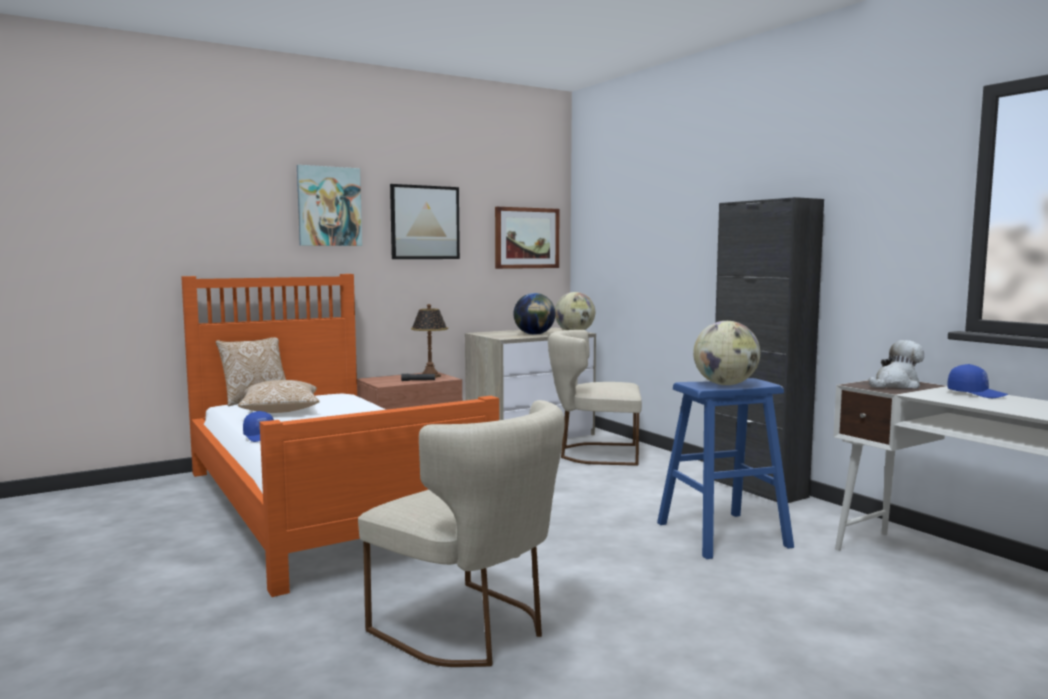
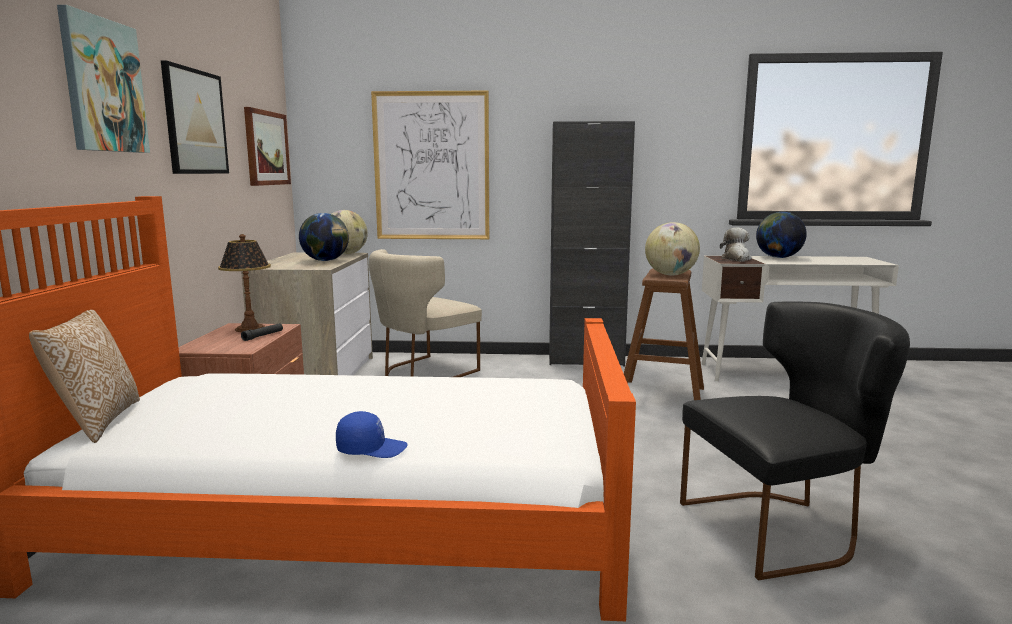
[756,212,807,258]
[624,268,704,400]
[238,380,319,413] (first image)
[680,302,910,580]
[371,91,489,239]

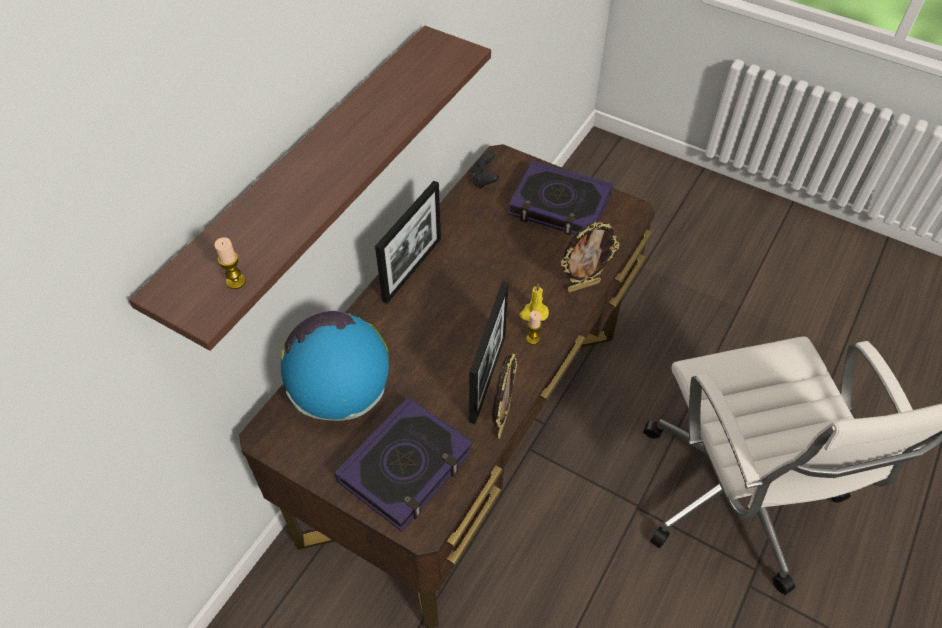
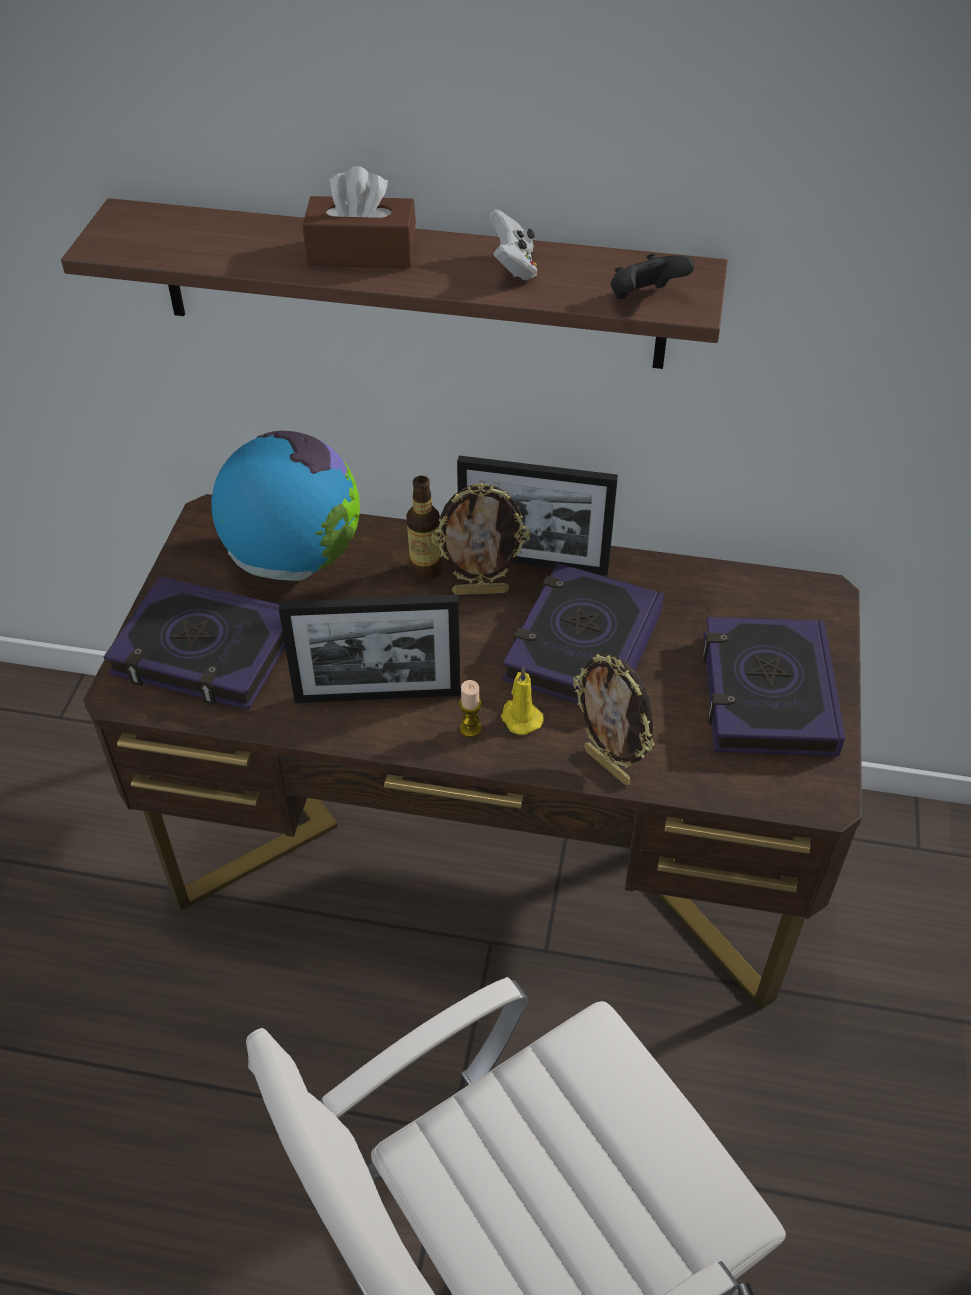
[610,253,694,299]
[215,237,246,289] (first image)
[431,482,530,595]
[303,166,416,268]
[489,209,537,280]
[406,476,442,581]
[502,563,664,703]

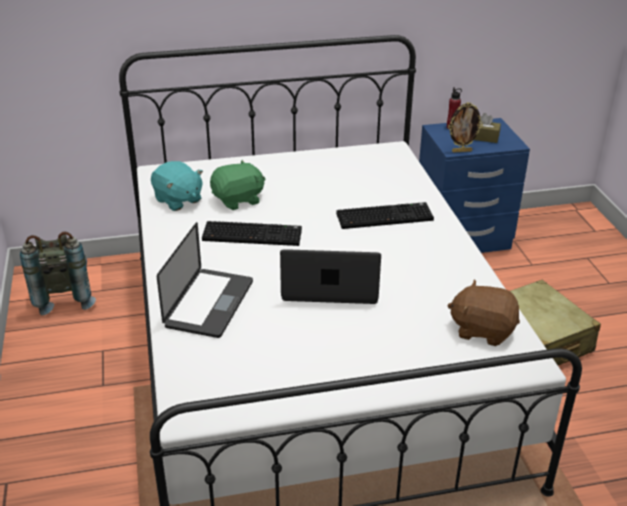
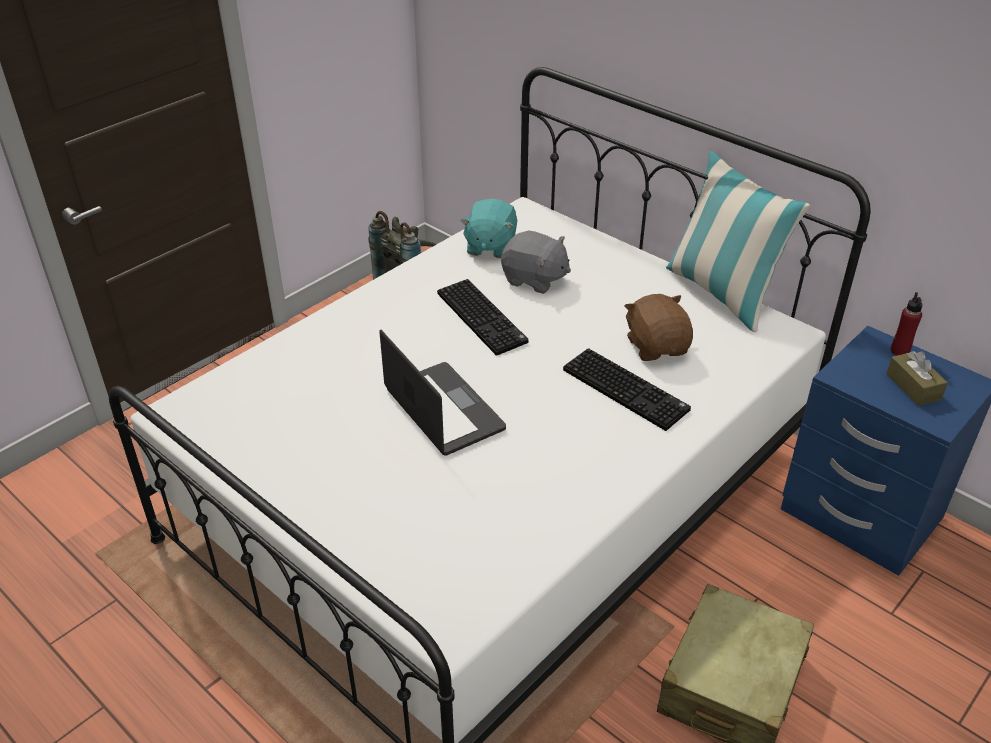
[448,102,483,153] (first image)
[501,230,571,294]
[157,222,253,338] (first image)
[625,294,693,361]
[666,151,810,332]

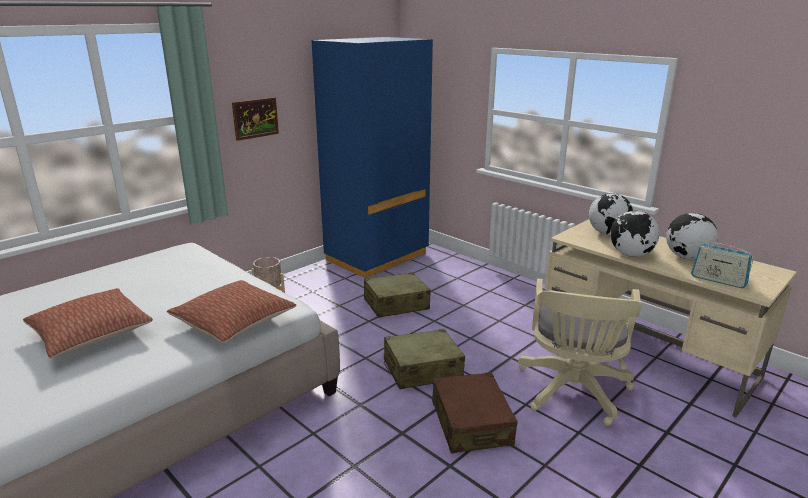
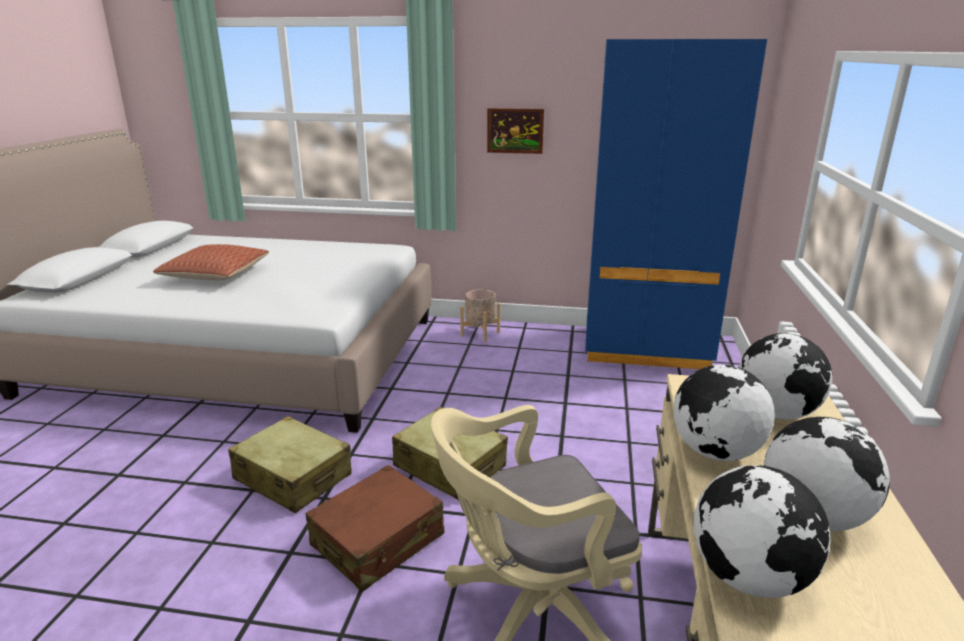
[694,465,831,598]
[228,416,352,513]
[167,280,297,343] (first image)

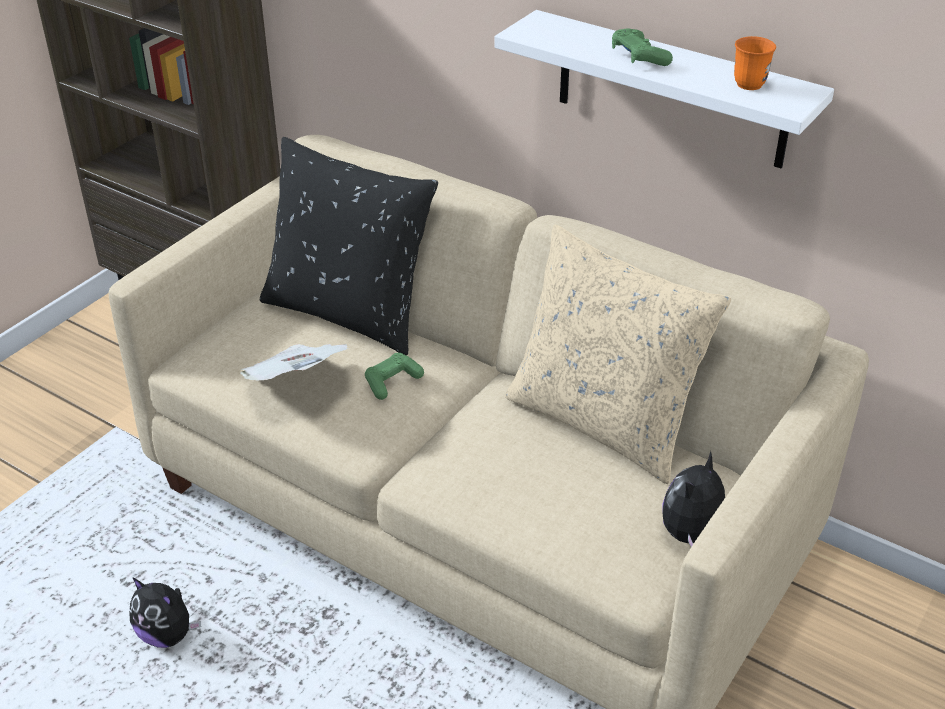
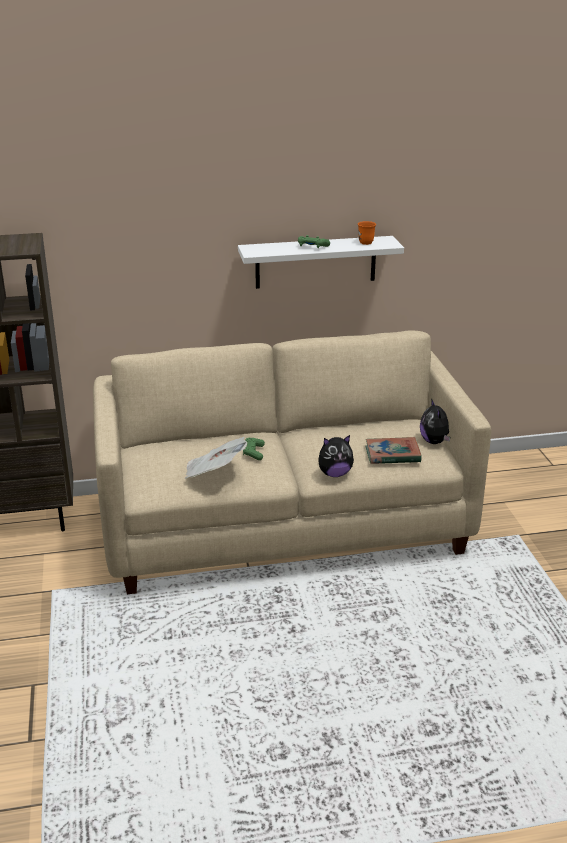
[260,137,438,355] (first image)
[505,225,731,484] (first image)
[318,435,354,477]
[366,437,421,464]

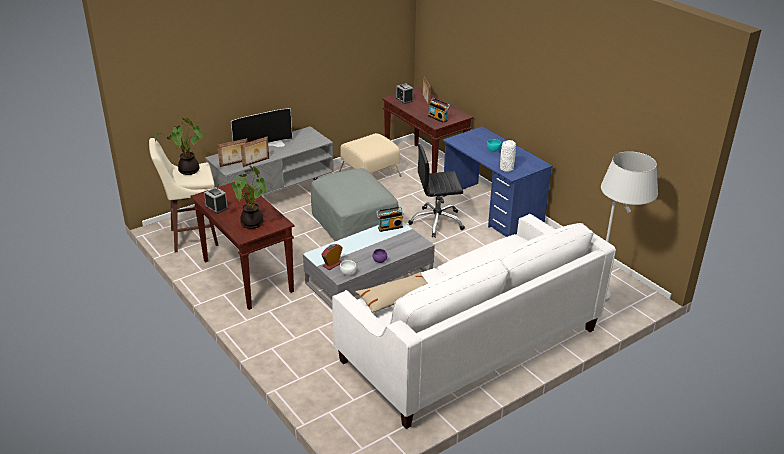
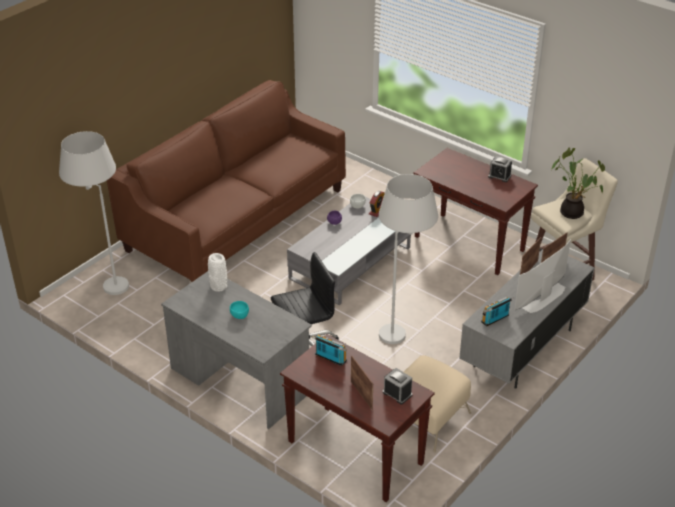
[161,271,312,429]
[217,166,267,229] (first image)
[379,174,438,344]
[481,297,514,327]
[107,80,346,282]
[355,272,428,313] (first image)

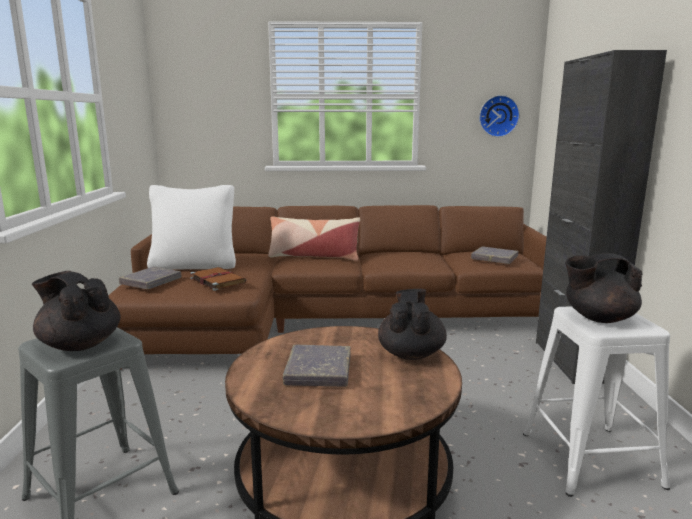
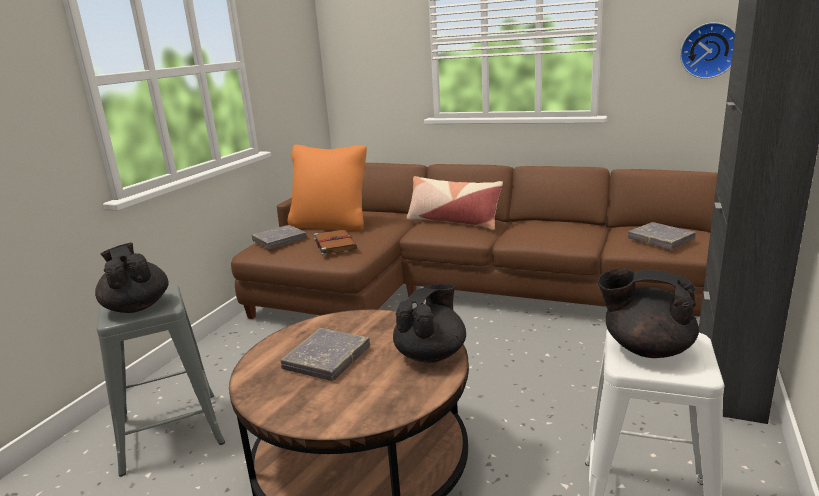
[288,144,367,231]

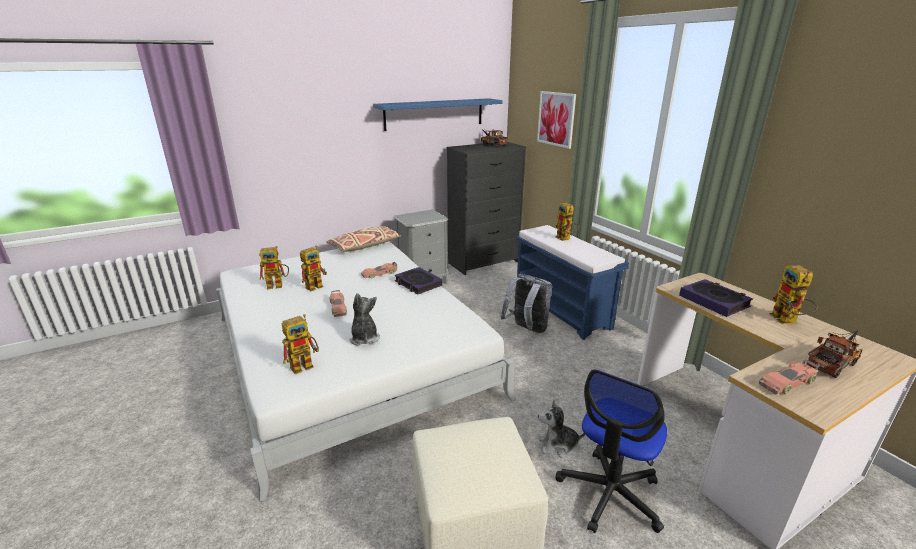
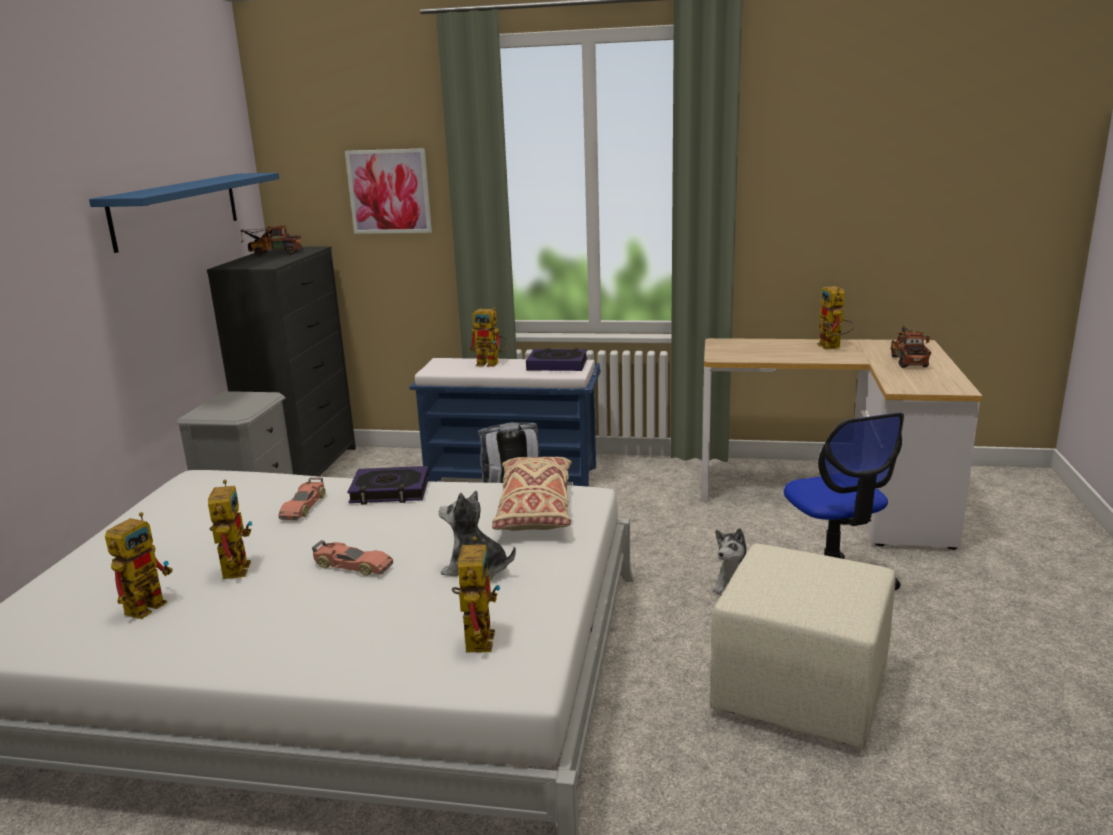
[492,457,572,531]
[817,286,855,350]
[526,348,587,371]
[759,360,819,394] (first image)

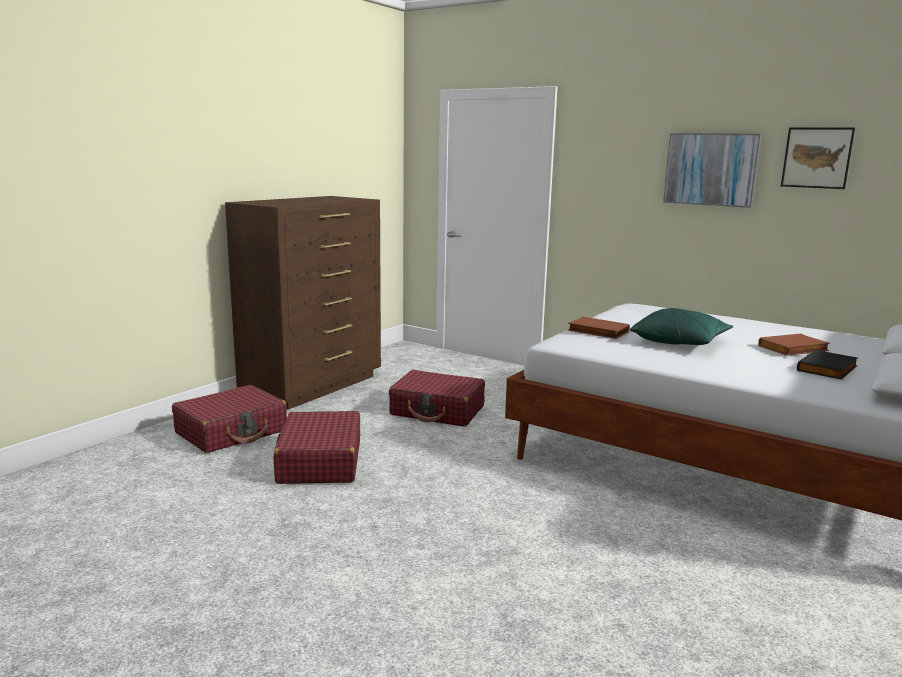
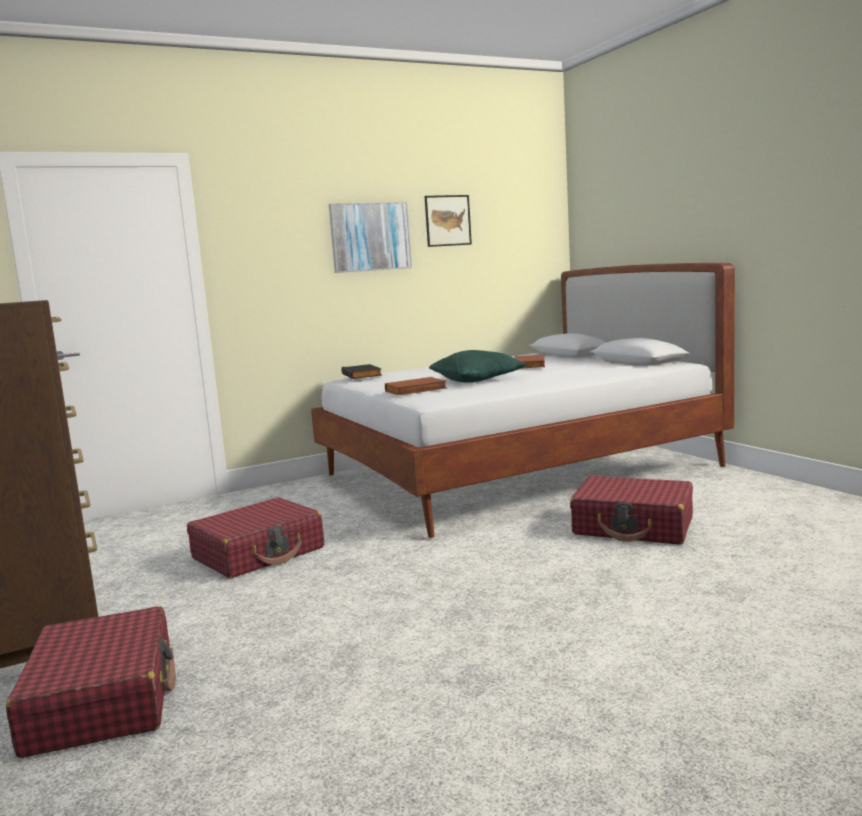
[341,364,382,379]
[570,475,693,545]

